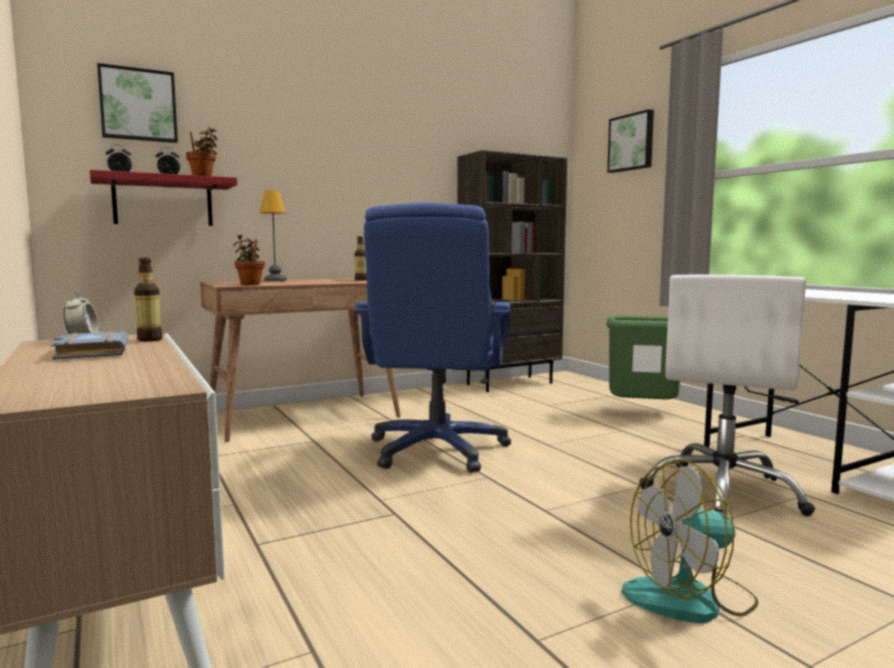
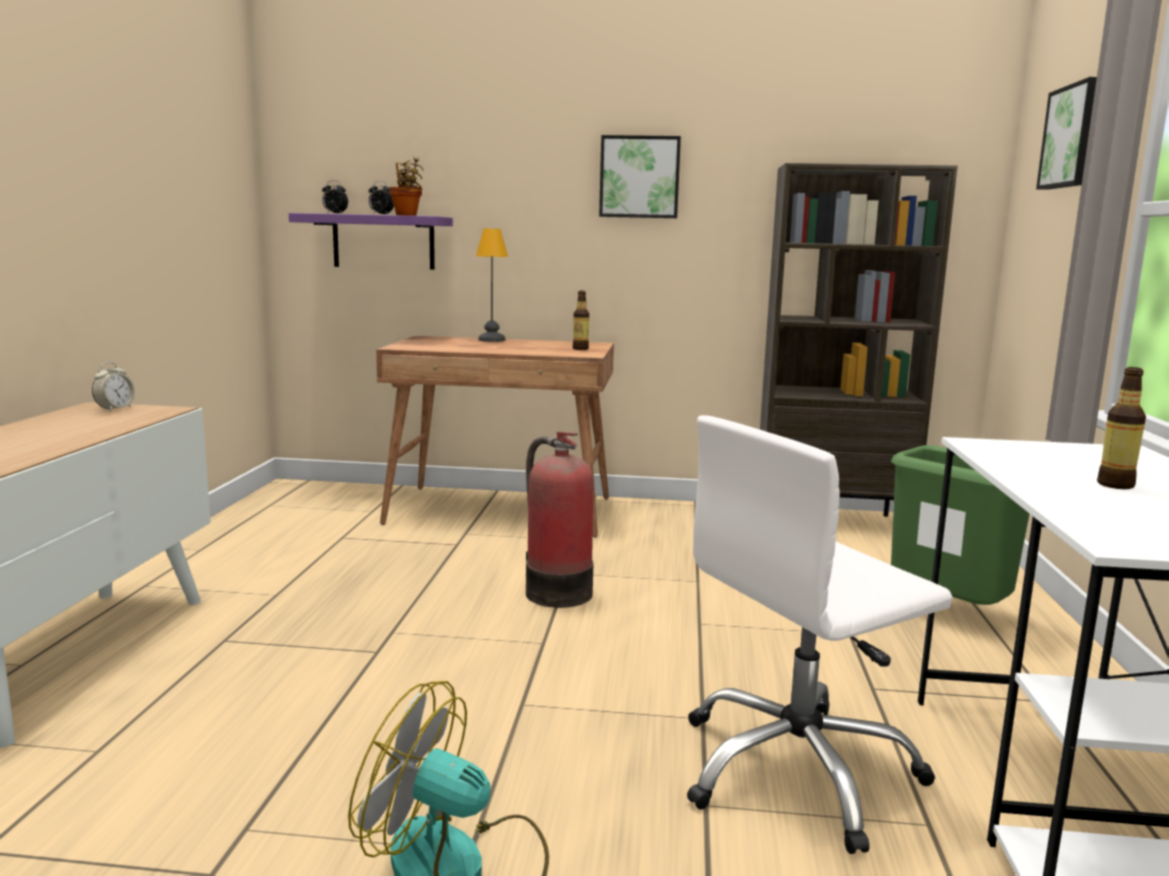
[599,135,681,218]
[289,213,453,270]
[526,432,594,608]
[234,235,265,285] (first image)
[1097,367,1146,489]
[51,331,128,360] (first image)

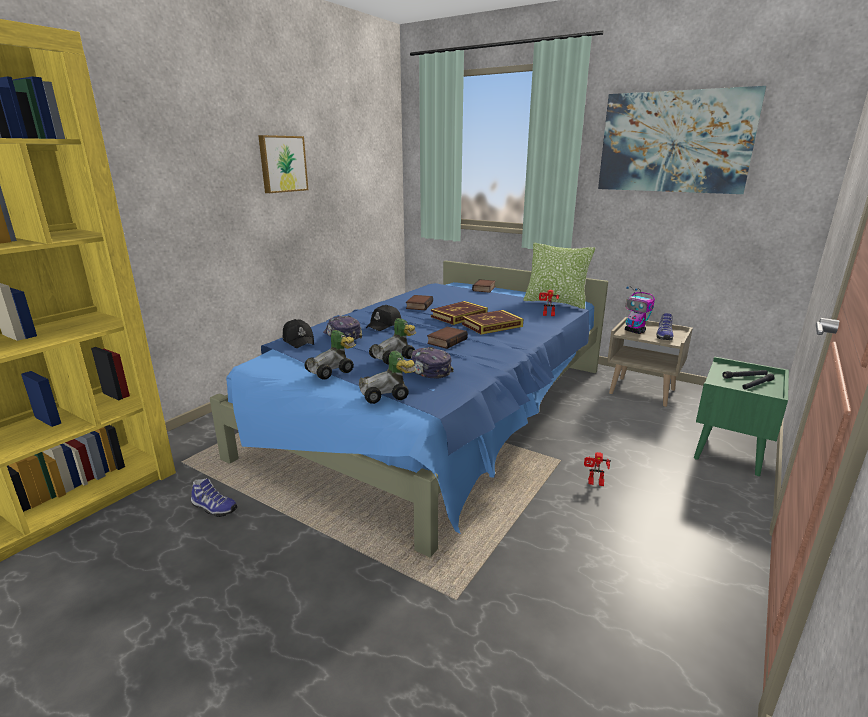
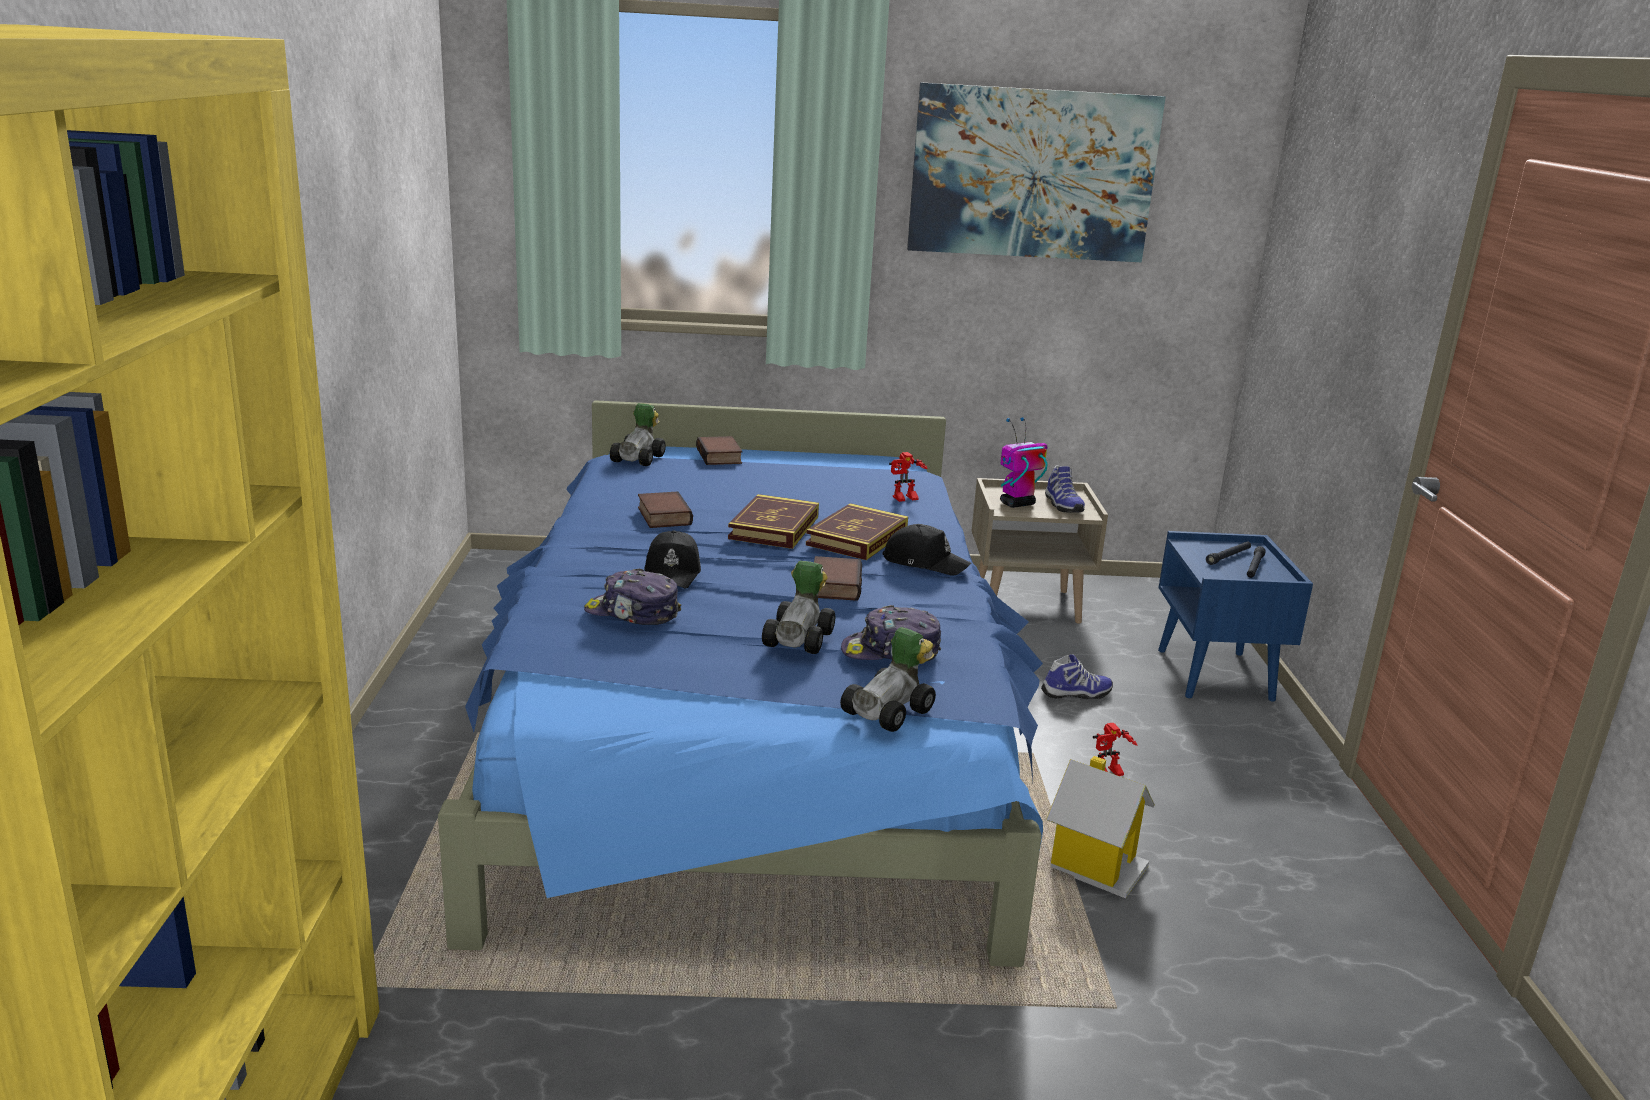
[258,135,308,193] (first image)
[523,243,595,309] (first image)
[1000,417,1048,508]
[882,524,971,576]
[610,403,666,466]
[1158,531,1313,702]
[1041,654,1113,699]
[1046,756,1155,898]

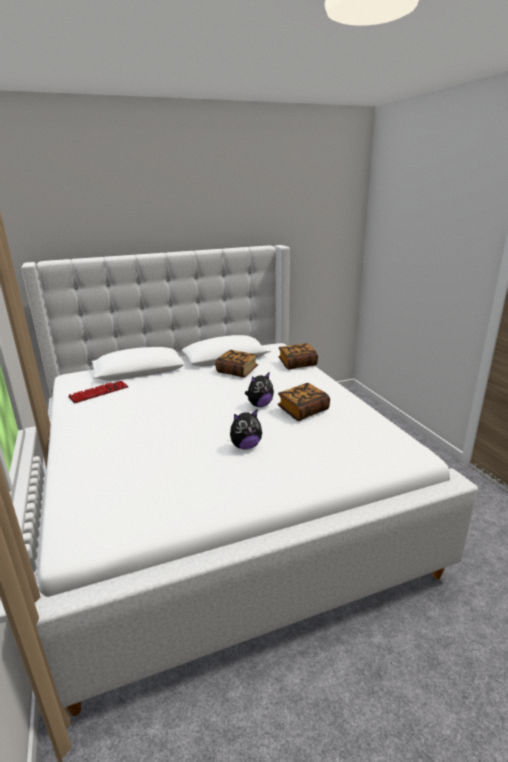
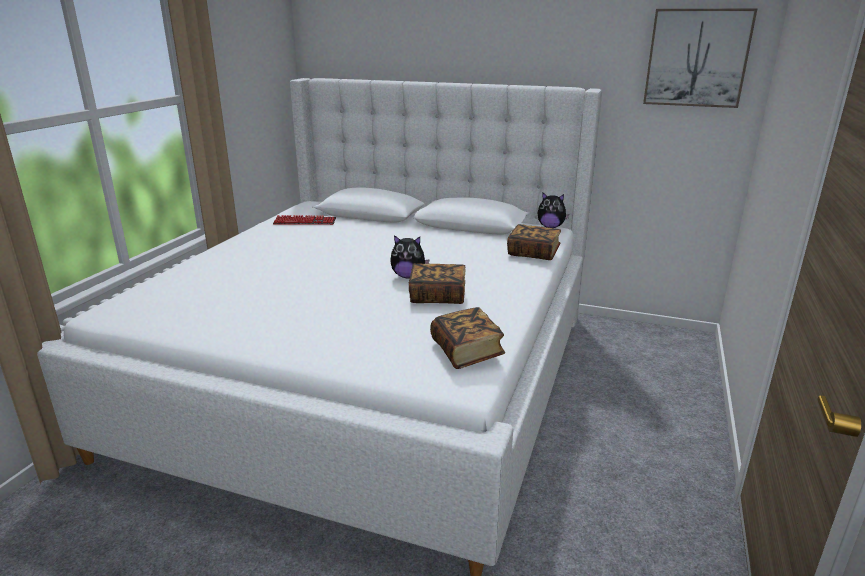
[430,307,505,369]
[538,193,569,228]
[643,9,757,108]

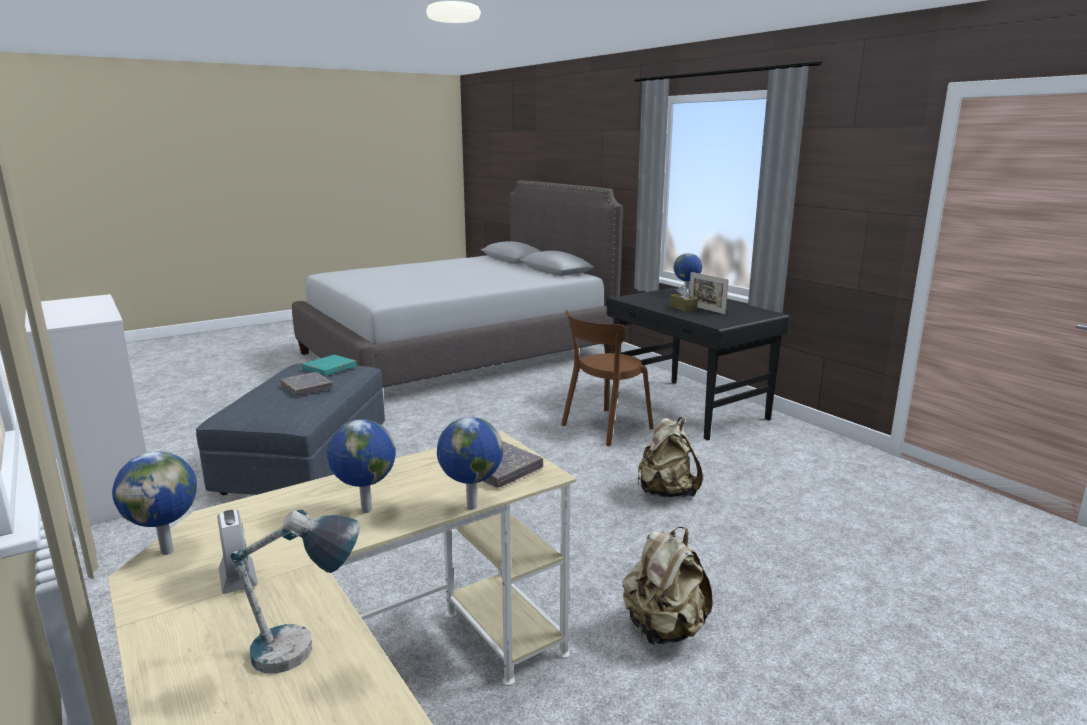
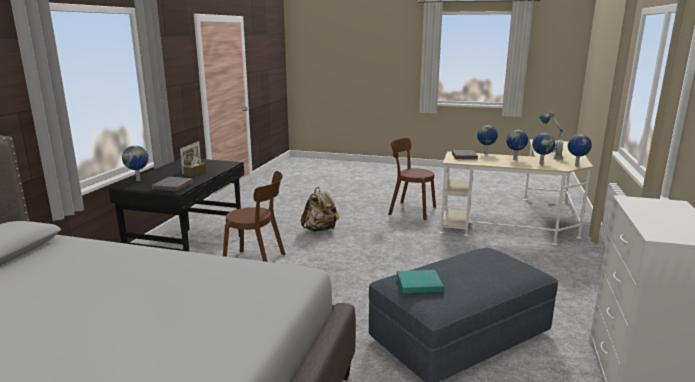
[152,177,193,191]
[388,138,436,220]
[532,133,556,165]

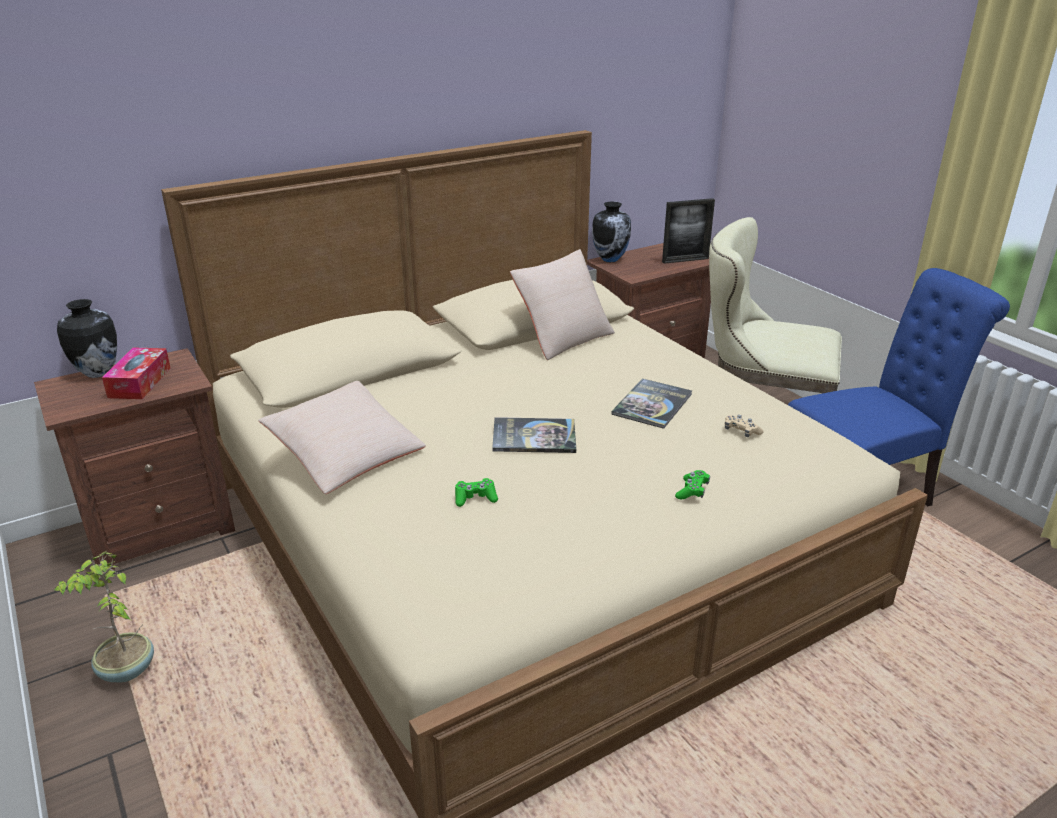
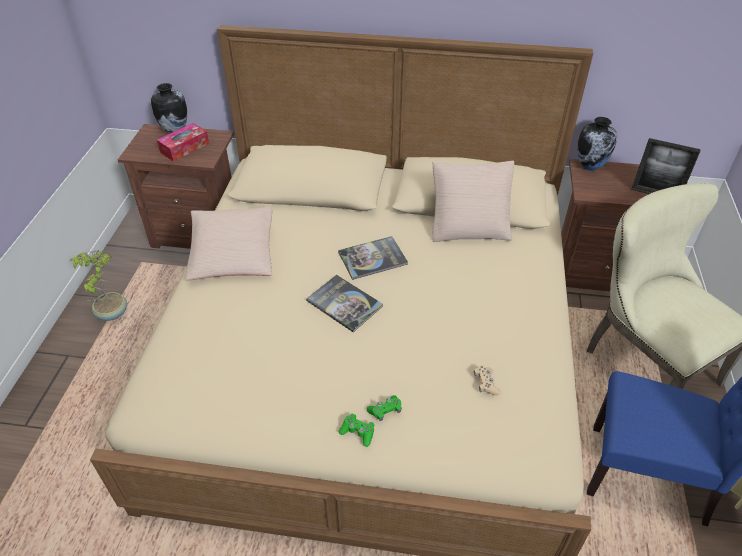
[338,236,408,280]
[339,414,374,447]

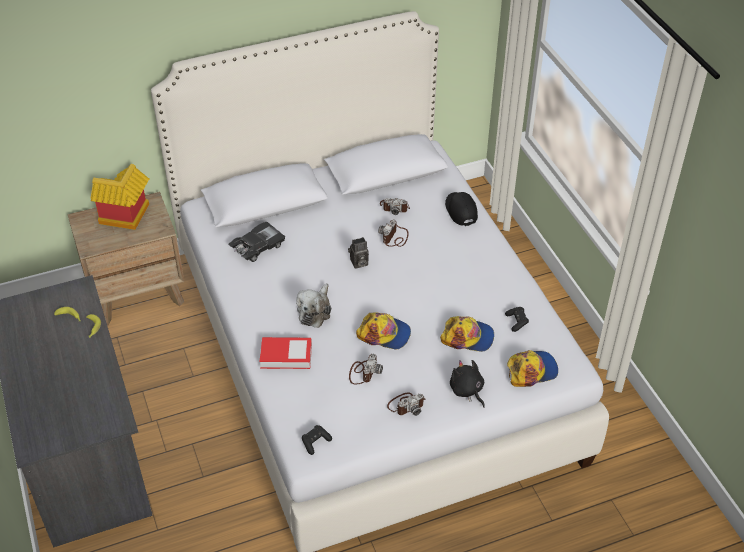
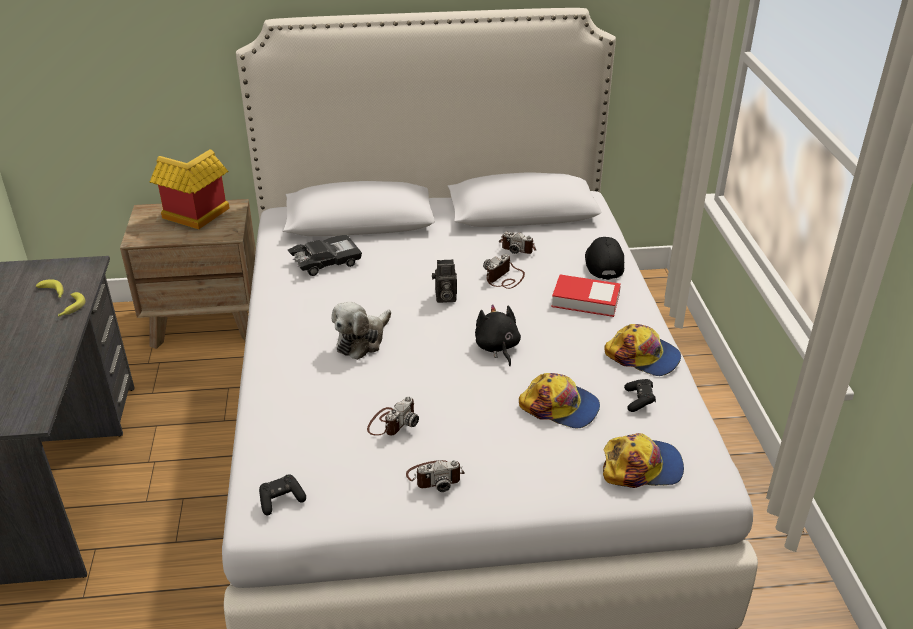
[605,324,681,376]
[551,275,621,317]
[475,304,521,366]

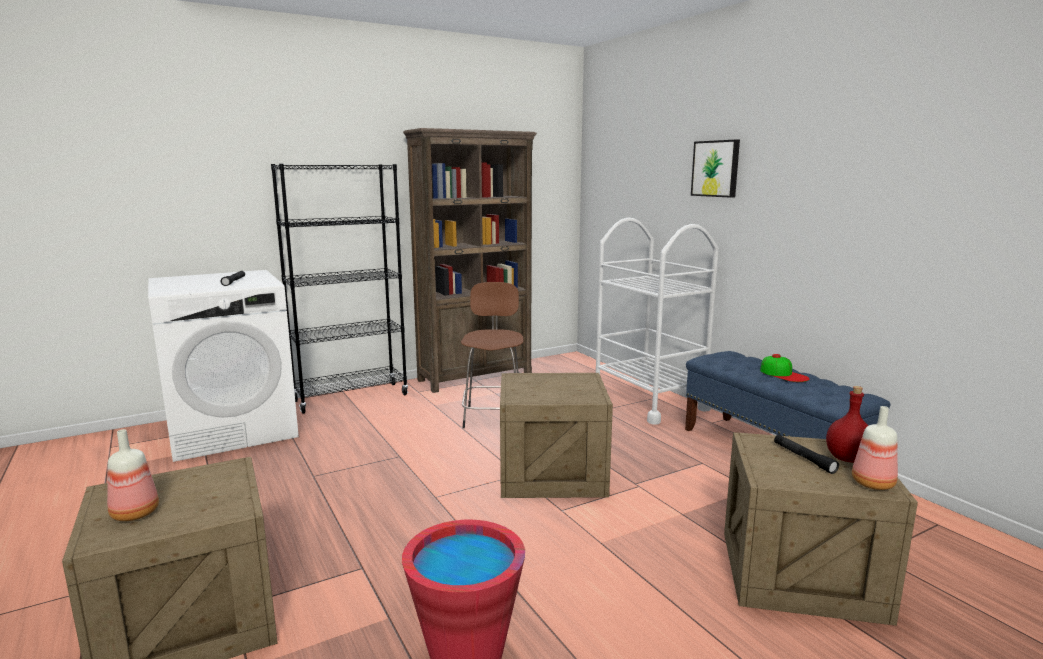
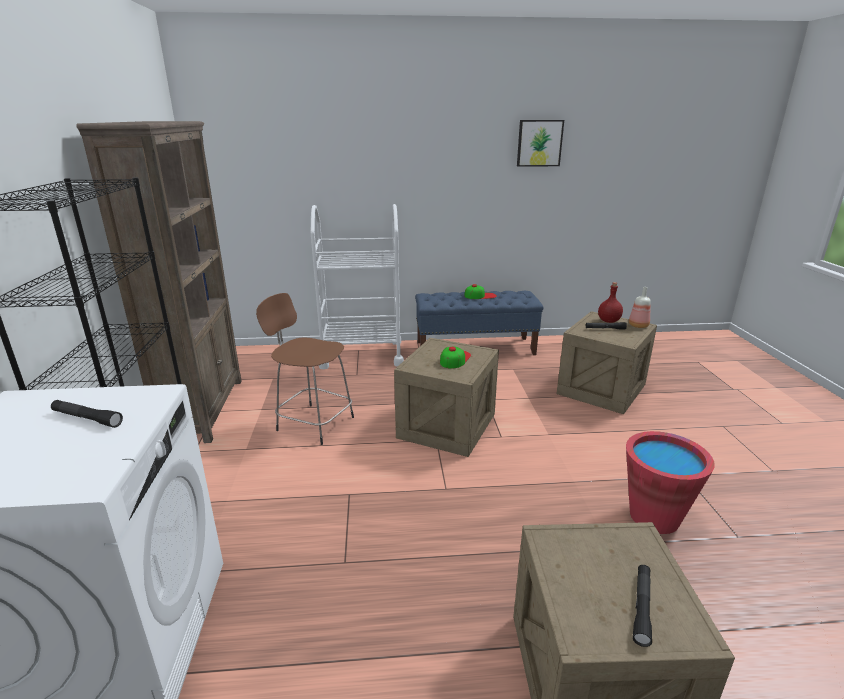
[517,120,564,167]
[633,565,652,647]
[440,347,471,369]

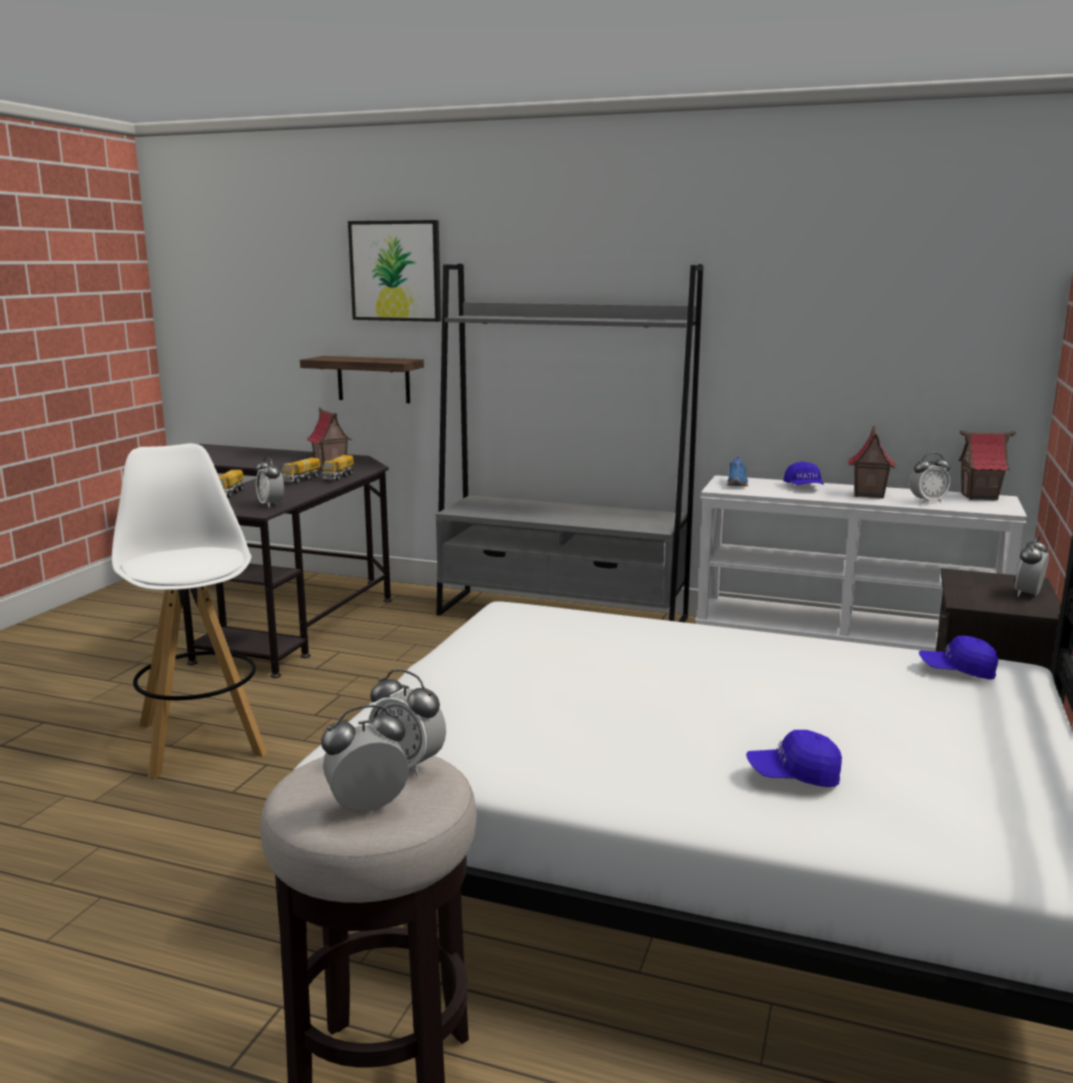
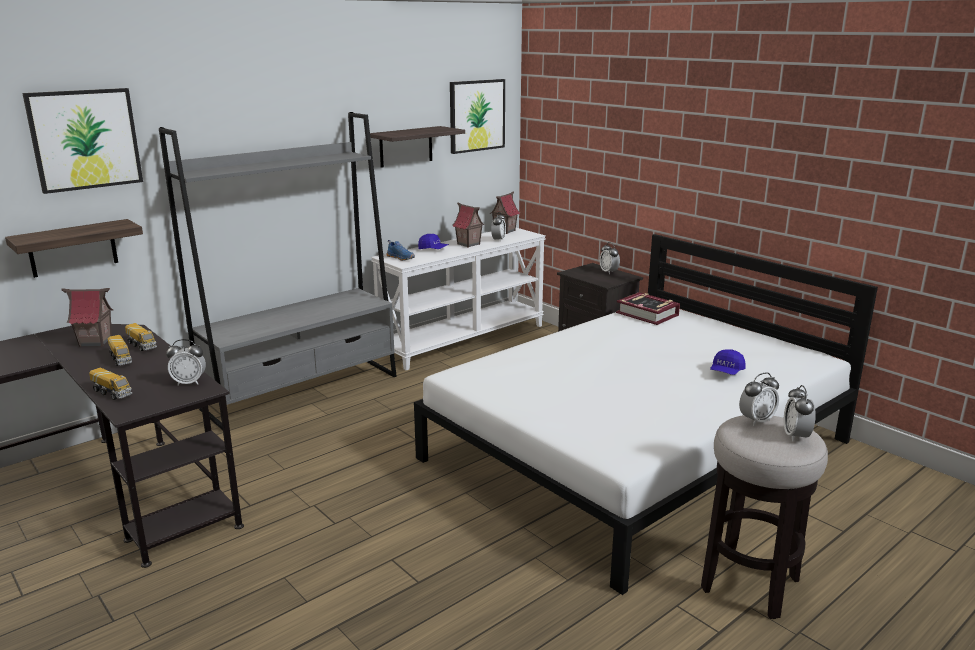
[112,443,267,779] (first image)
[616,292,680,325]
[450,79,505,154]
[370,126,465,168]

